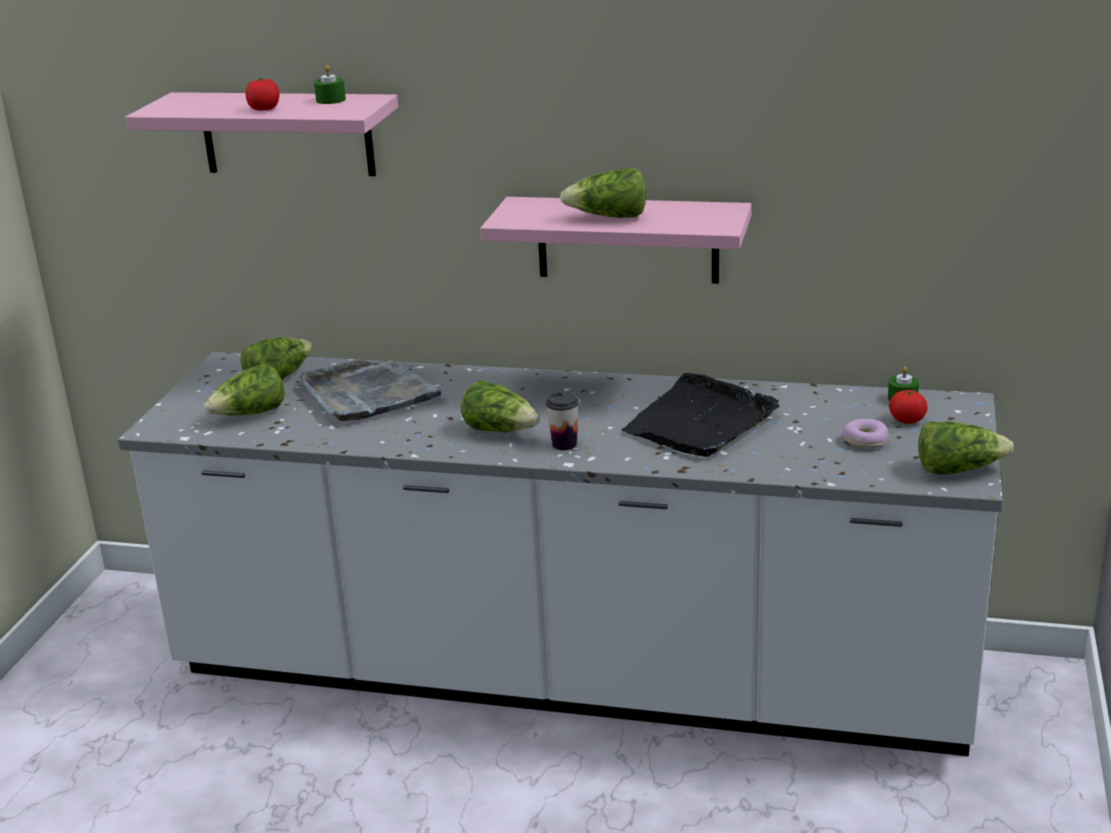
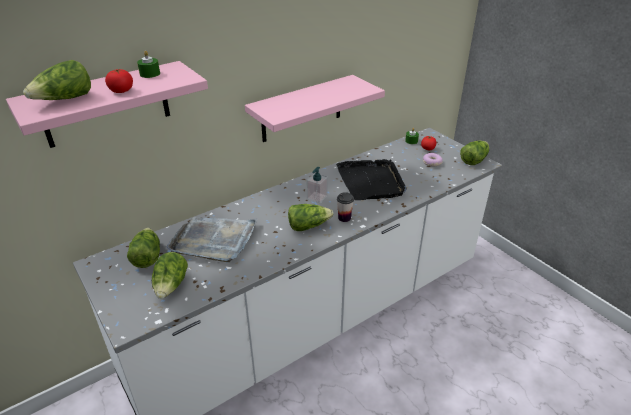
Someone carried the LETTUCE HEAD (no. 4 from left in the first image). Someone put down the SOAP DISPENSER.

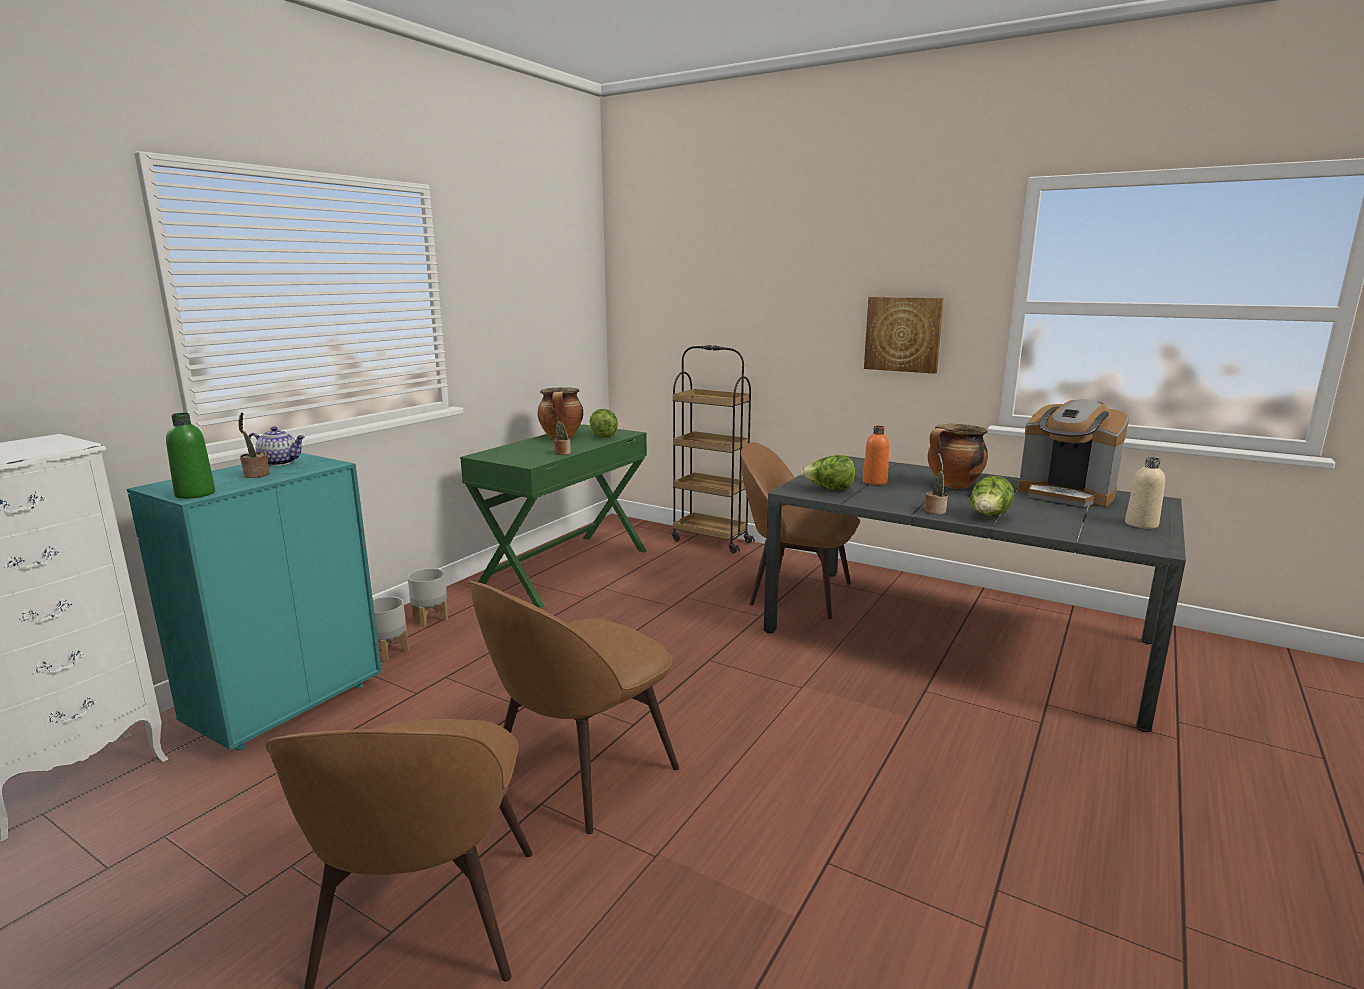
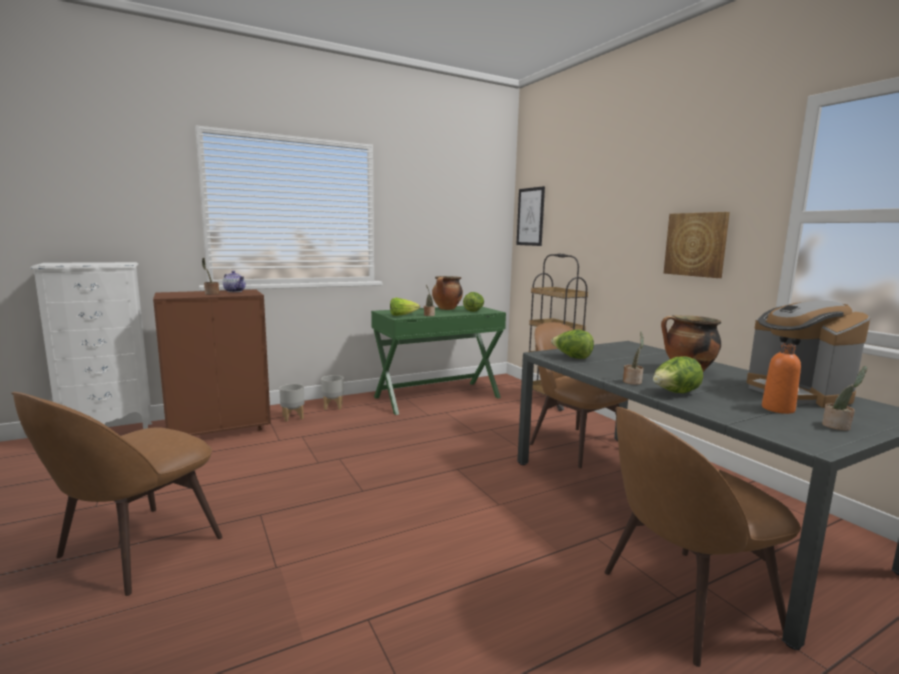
Someone repainted the TURQUOISE STORAGE CABINET, which became the BROWNISH STORAGE CABINET. Someone put down the LETTUCE HEAD (no. 1 from left). Someone put up the PICTURE (no. 1 from left). Someone carried the BROWNISH CHAIR (no. 2 from left in the first image). Someone carried the ORANGEY BEVERAGE BOTTLE. Someone swapped the BEIGE-COLOURED BEVERAGE BOTTLE for the POTTED PLANT (no. 4 from left). Someone took away the GREEN-COLOURED BEVERAGE BOTTLE.

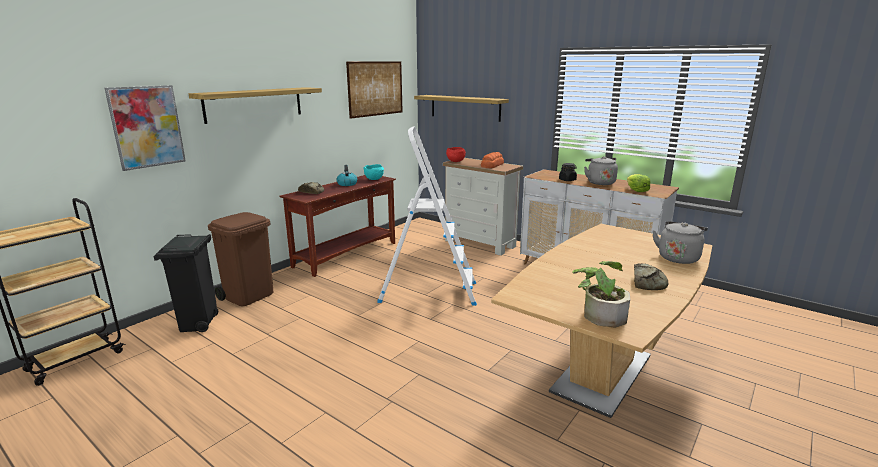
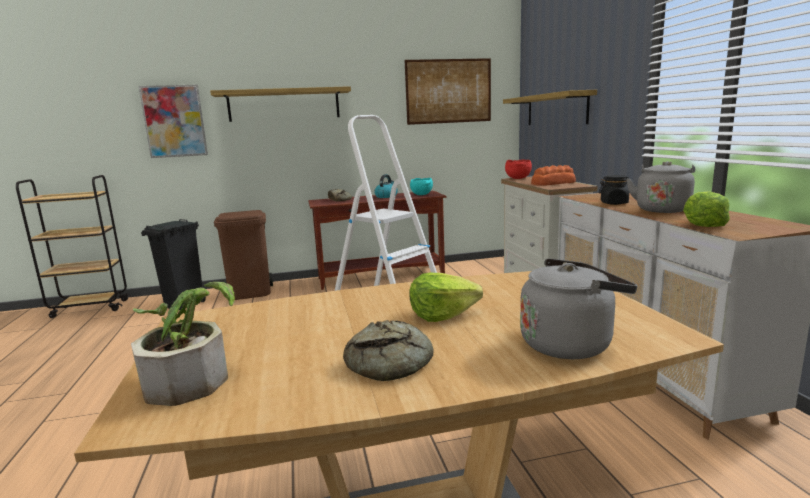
Someone put down the LETTUCE HEAD (no. 1 from left).

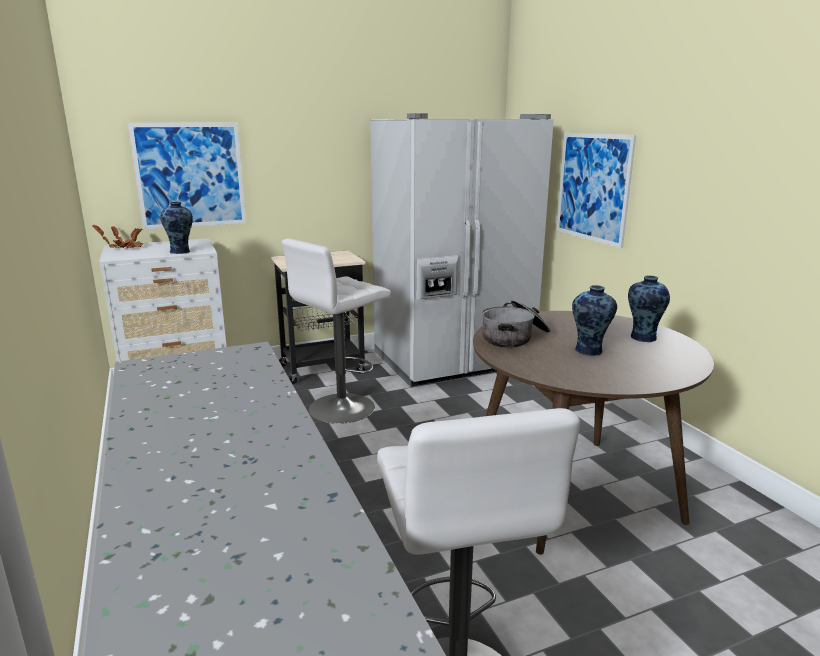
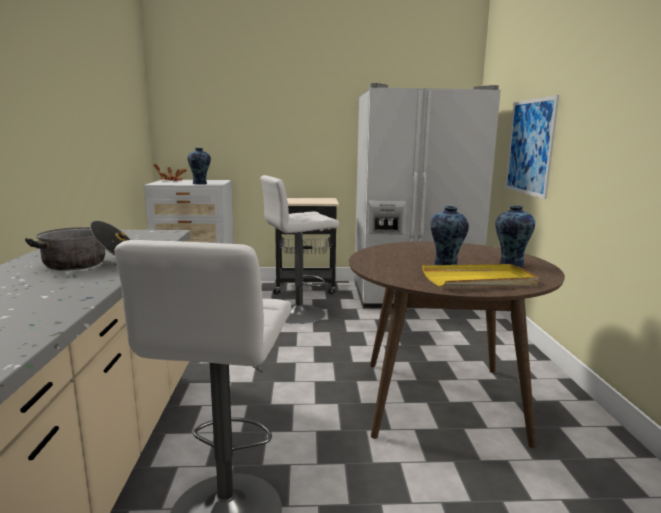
Someone carried the SAUCEPOT. Someone put down the YELLOW-COLOURED CARRYING TRAY. Someone took away the PICTURE (no. 1 from left).

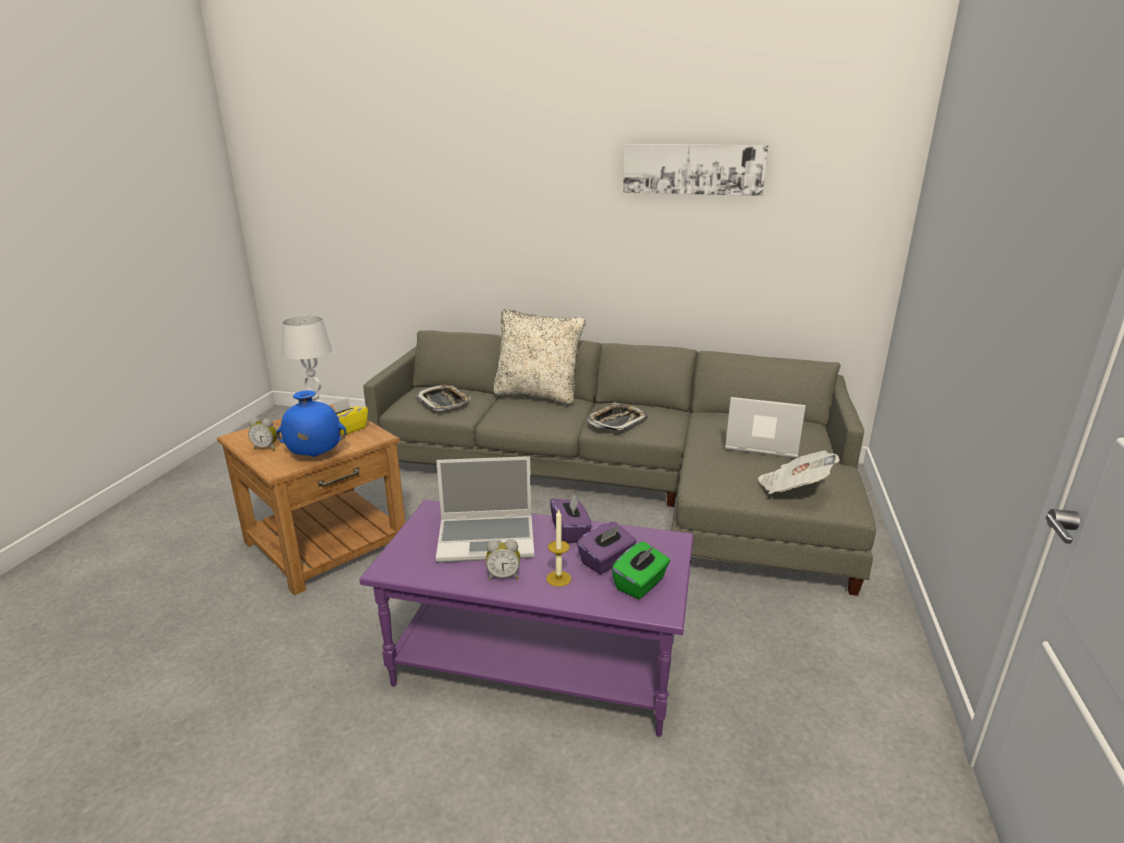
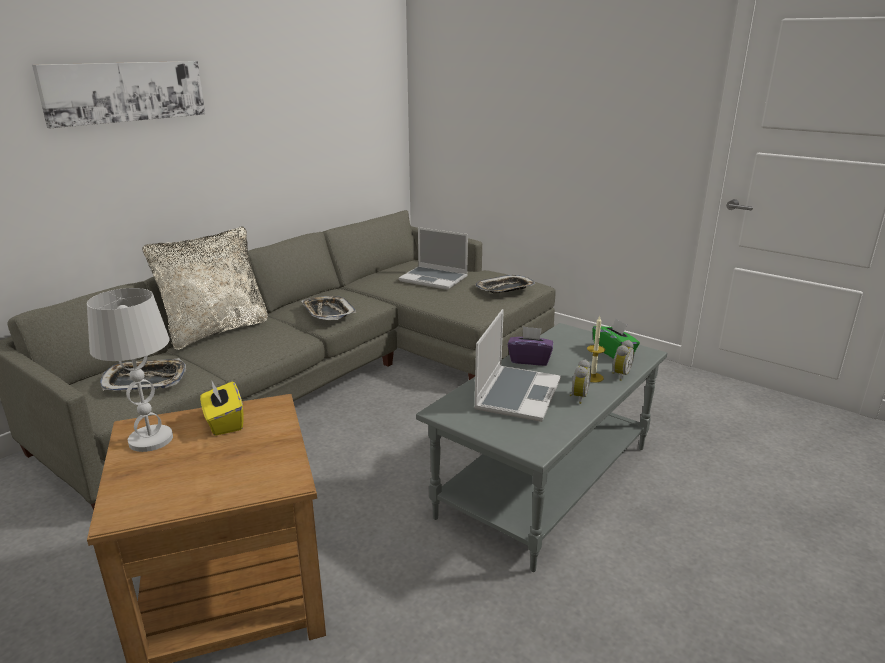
Someone carried the PICTURE. Someone rotated the LAPTOP (no. 2 from left in the first image) by 105 degrees counterclockwise. Someone repainted the PURPLE-COLOURED LOUNGE TABLE, which became the GRAY LOUNGE TABLE. Someone swapped the DAILY PAPER for the CARRYING TRAY (no. 3 from left). Someone carried the ALARM CLOCK (no. 1 from left in the first image). Someone took away the BLUE DECORATIVE VASE. Someone took away the PURPLE-COLOURED TISSUE HOLDER (no. 2 from left).

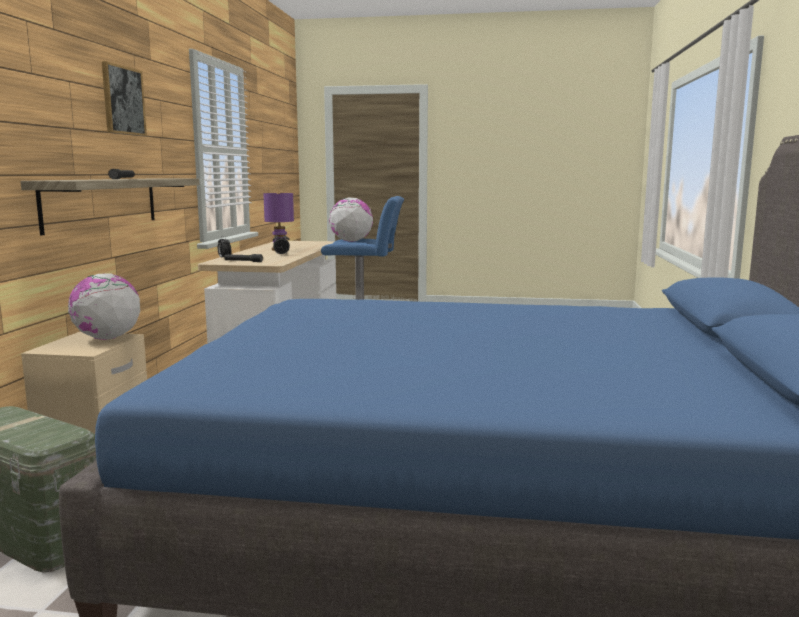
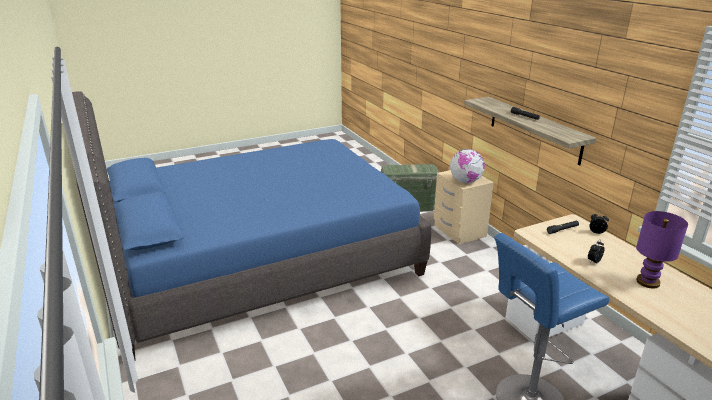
Someone took away the PICTURE. Someone took away the GLOBE (no. 2 from left).

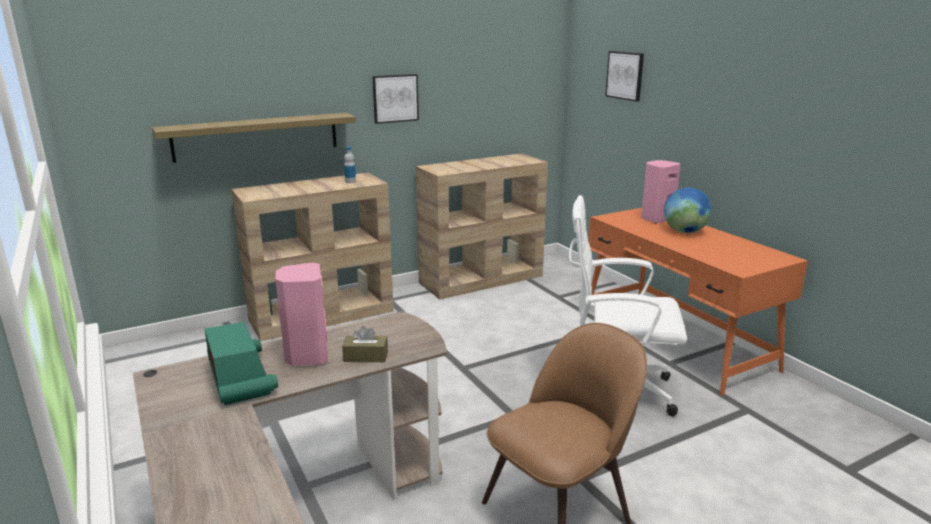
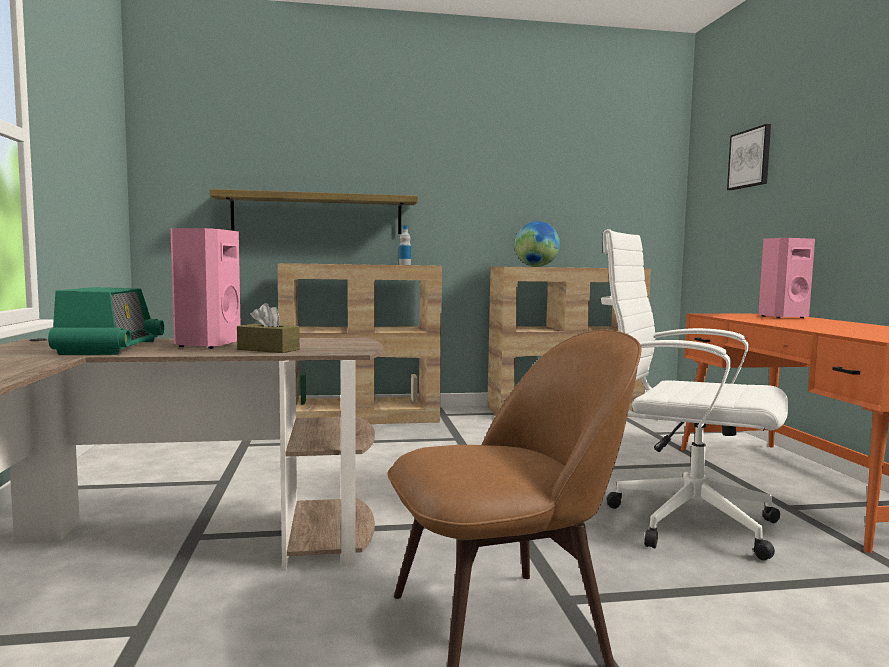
Someone carried the GLOBE. Someone took away the PICTURE (no. 1 from left).

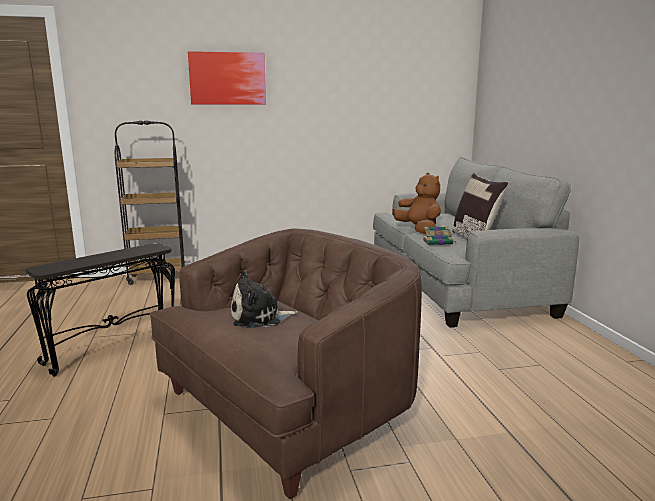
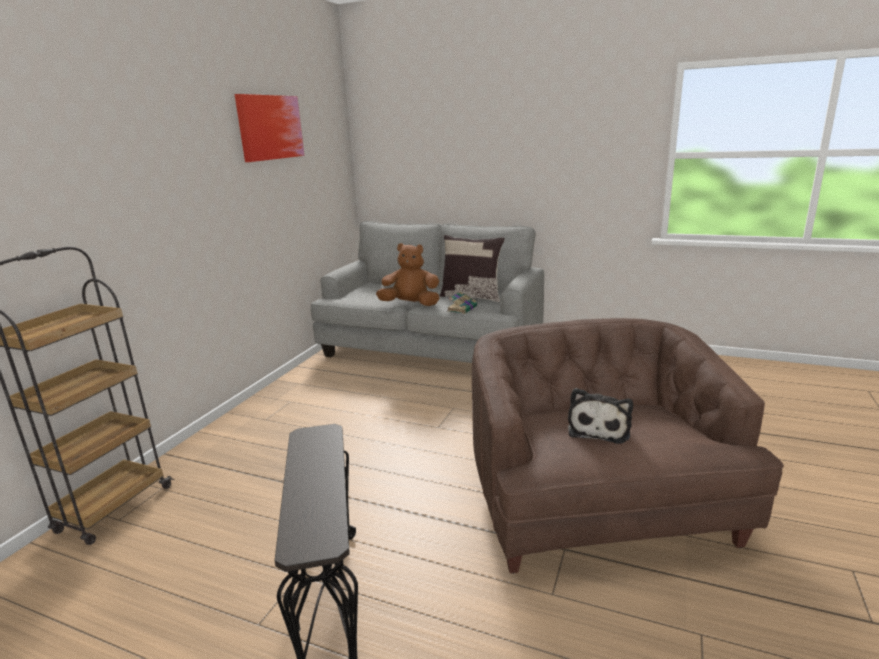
Someone carried the PICTURE.

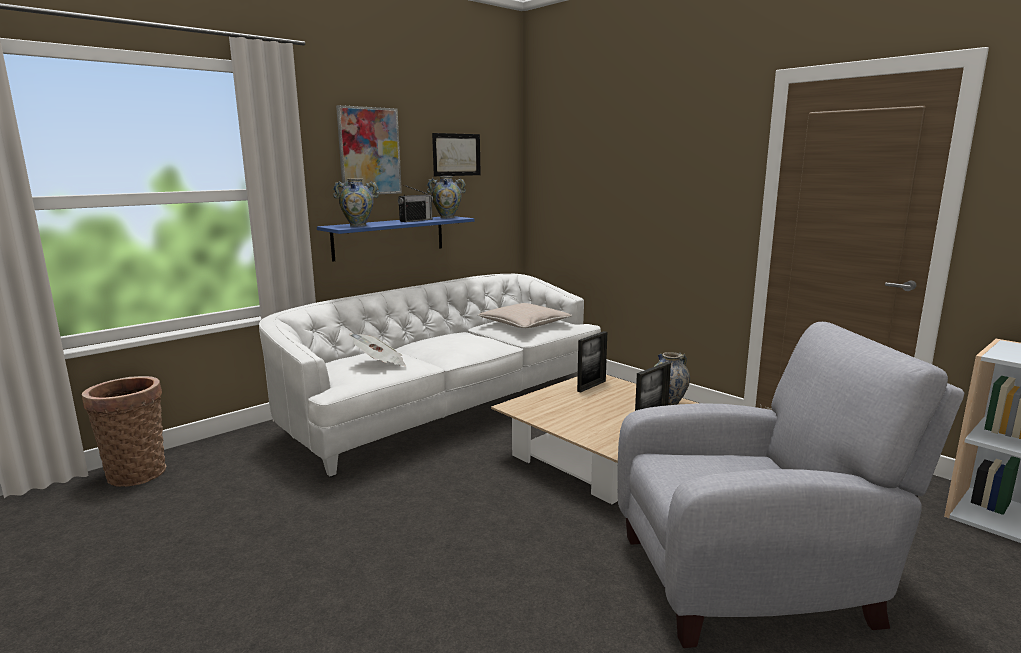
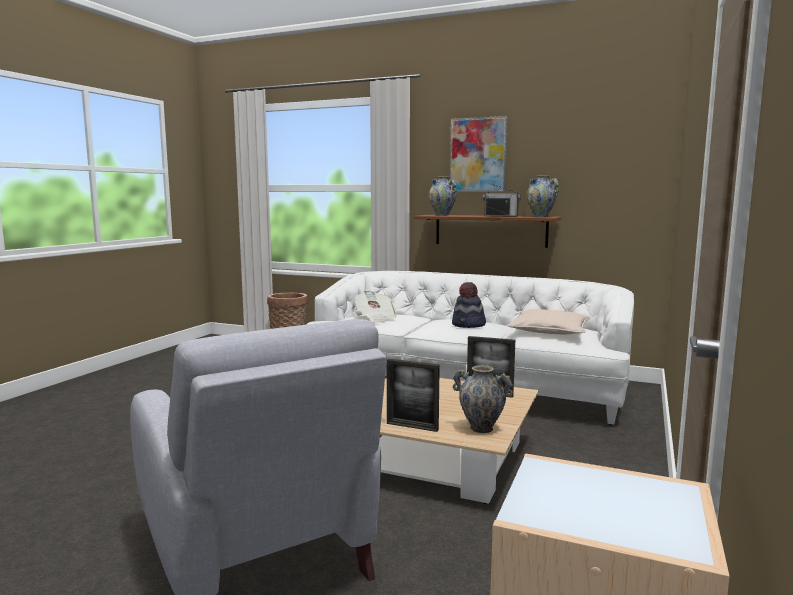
Someone repainted the BLUE SHELF, which became the BROWNISH SHELF. Someone put down the WEARABLE HAT. Someone took away the PICTURE (no. 2 from left).

